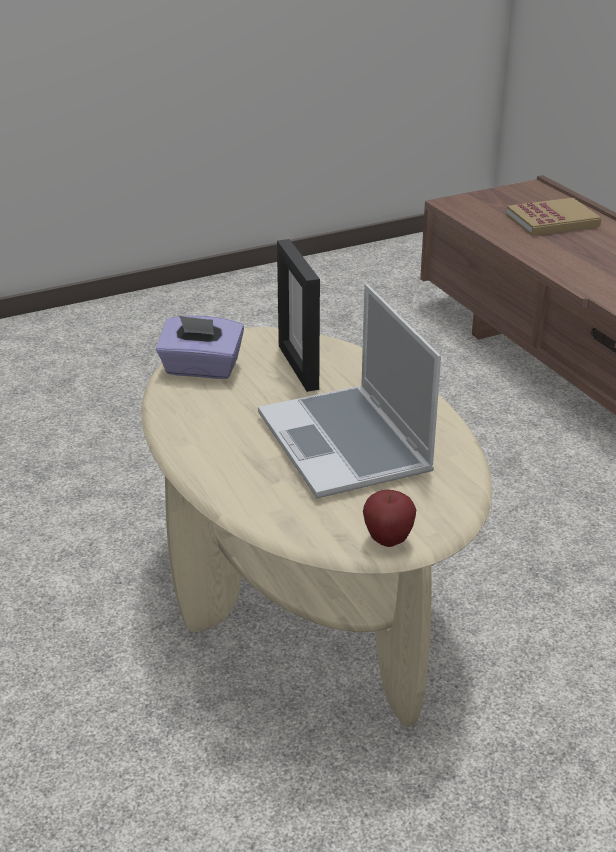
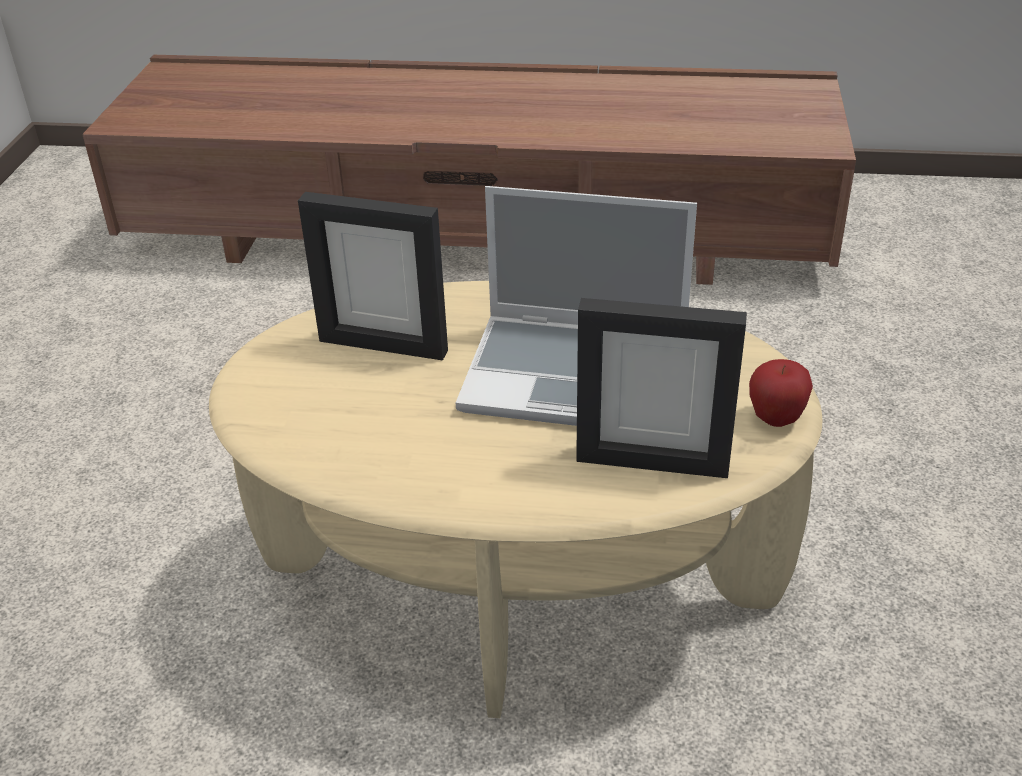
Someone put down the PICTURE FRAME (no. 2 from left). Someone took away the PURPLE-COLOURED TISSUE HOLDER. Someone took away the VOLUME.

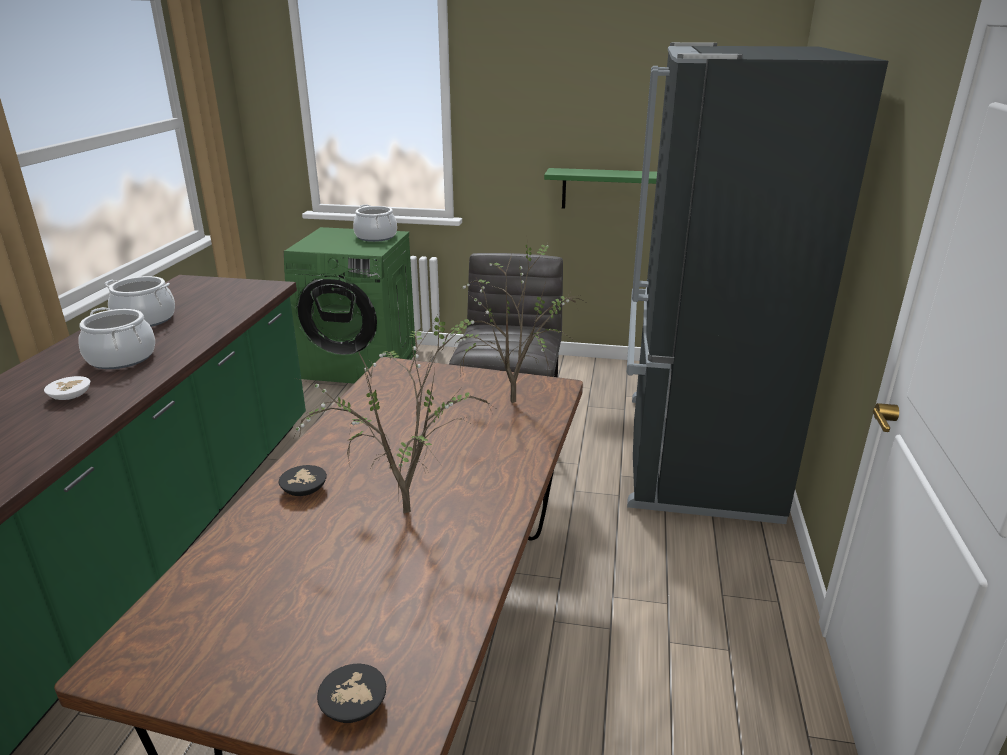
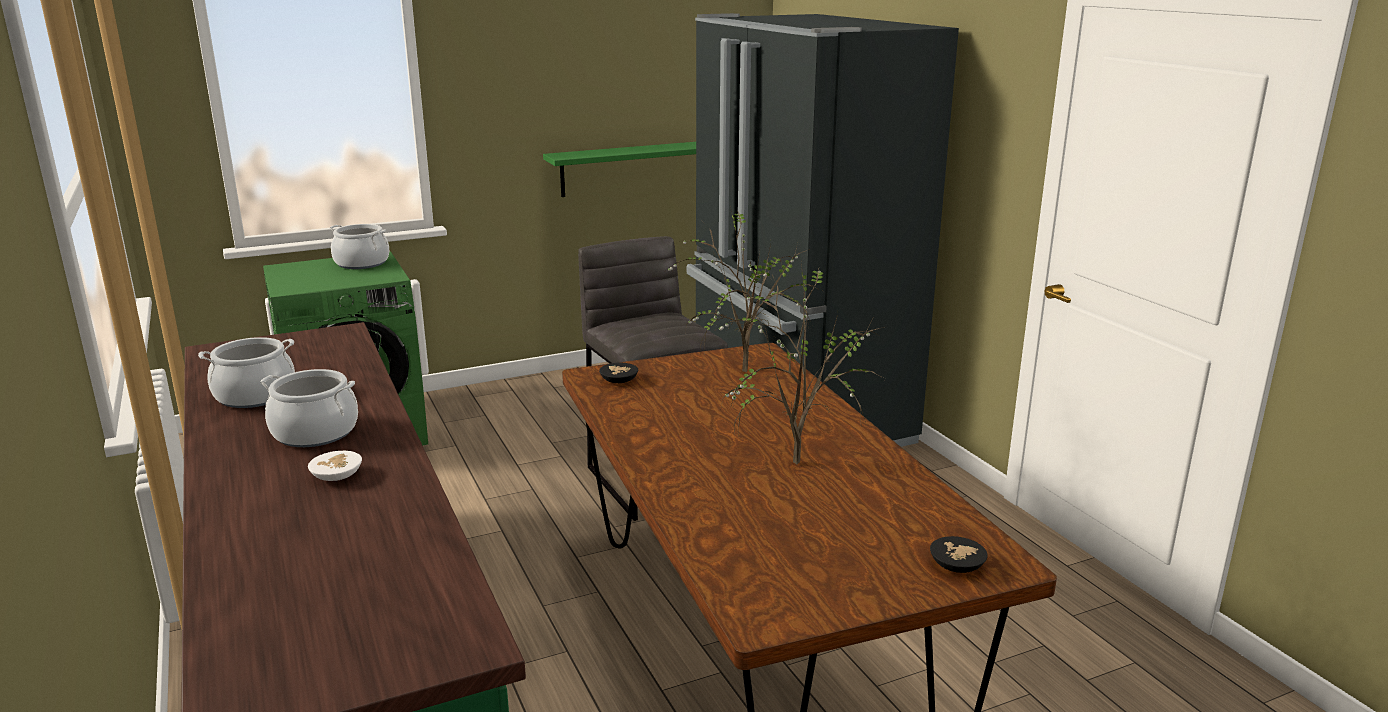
Someone carried the BLACKISH BOWL (no. 1 from left).

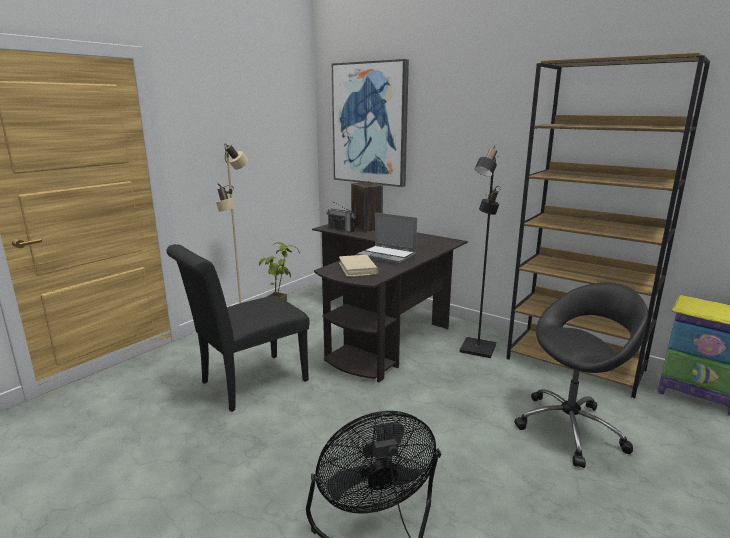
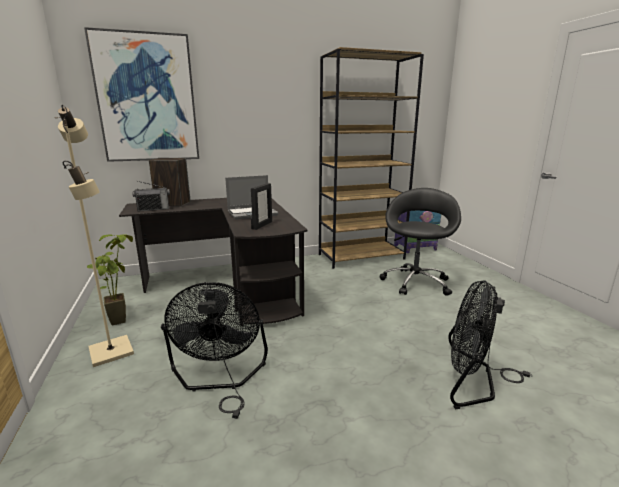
Someone swapped the BLACKISH CHAIR for the BLACKISH COOLING FAN (no. 1 from left). Someone swapped the BEIGE-COLOURED VOLUME for the PICTURE FRAME. Someone took away the BLACKISH STANDING LAMP.

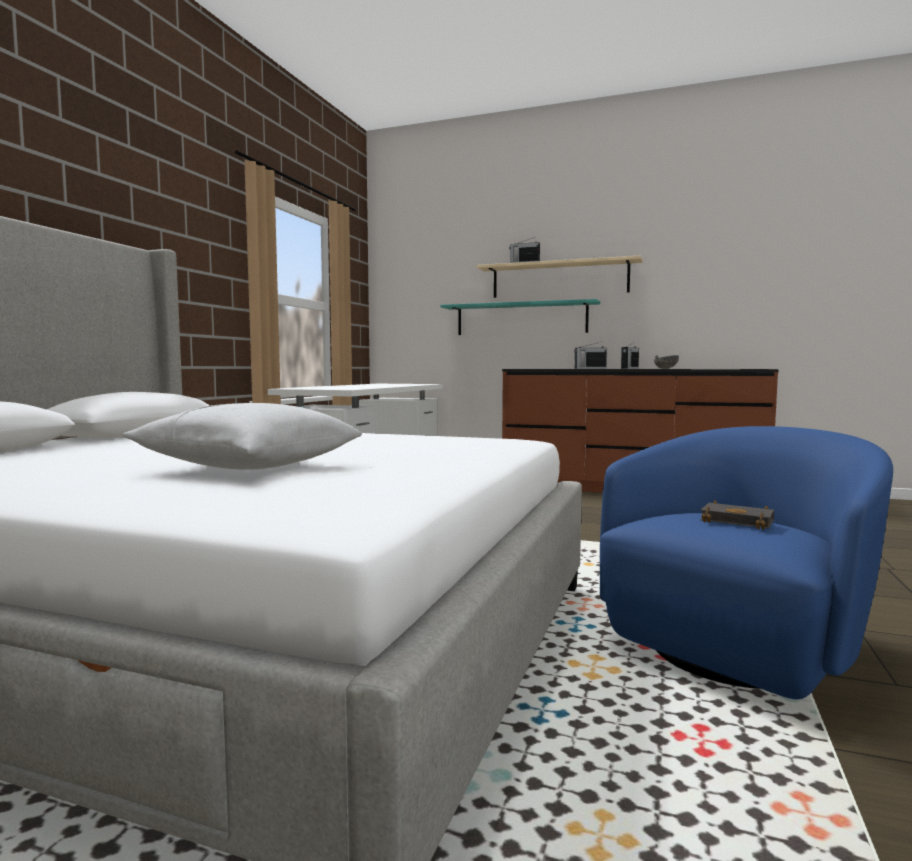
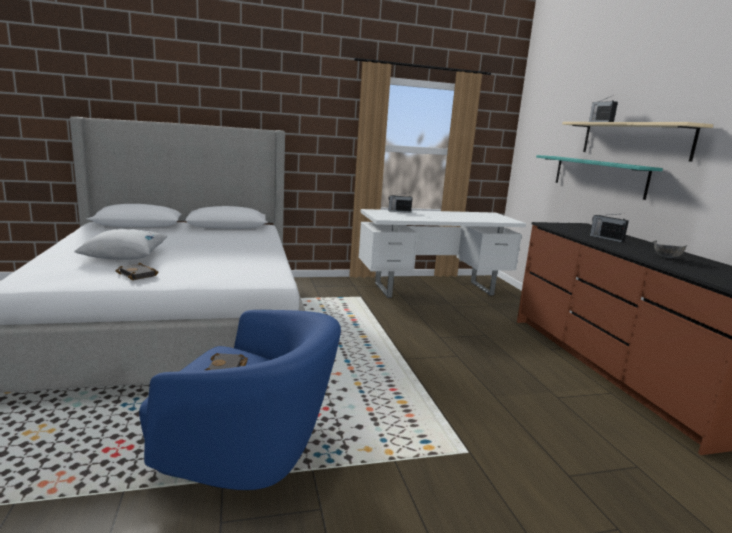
Someone put down the BLACKISH VOLUME (no. 1 from left). Someone carried the RADIO RECEIVER (no. 3 from left in the first image).

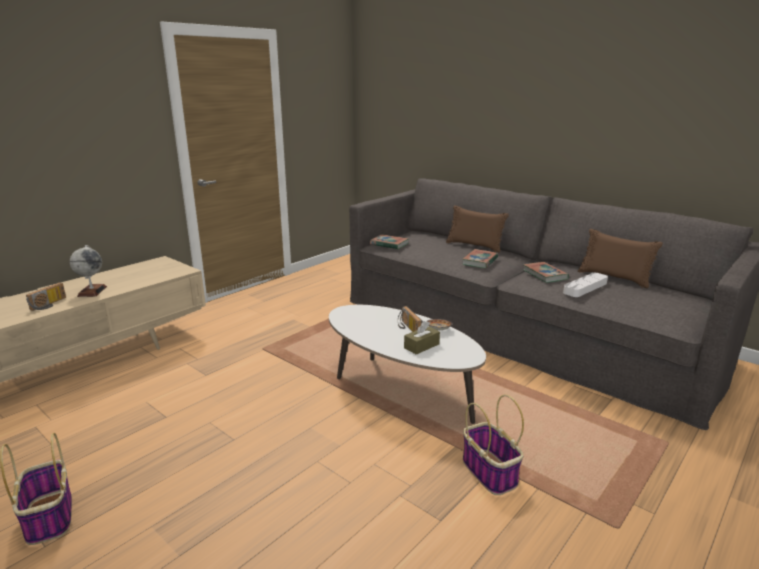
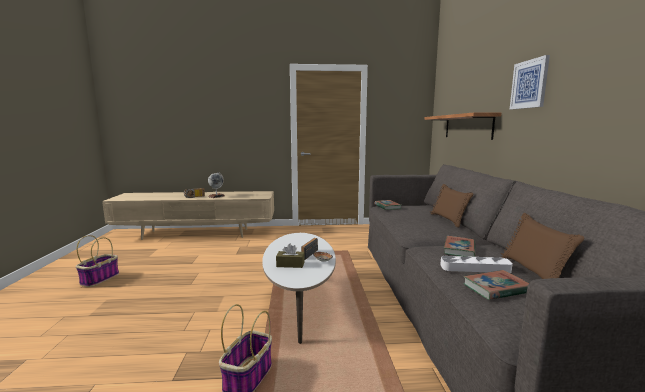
Someone put up the SHELF. Someone carried the VOLUME (no. 2 from left in the first image). Someone put up the PICTURE.

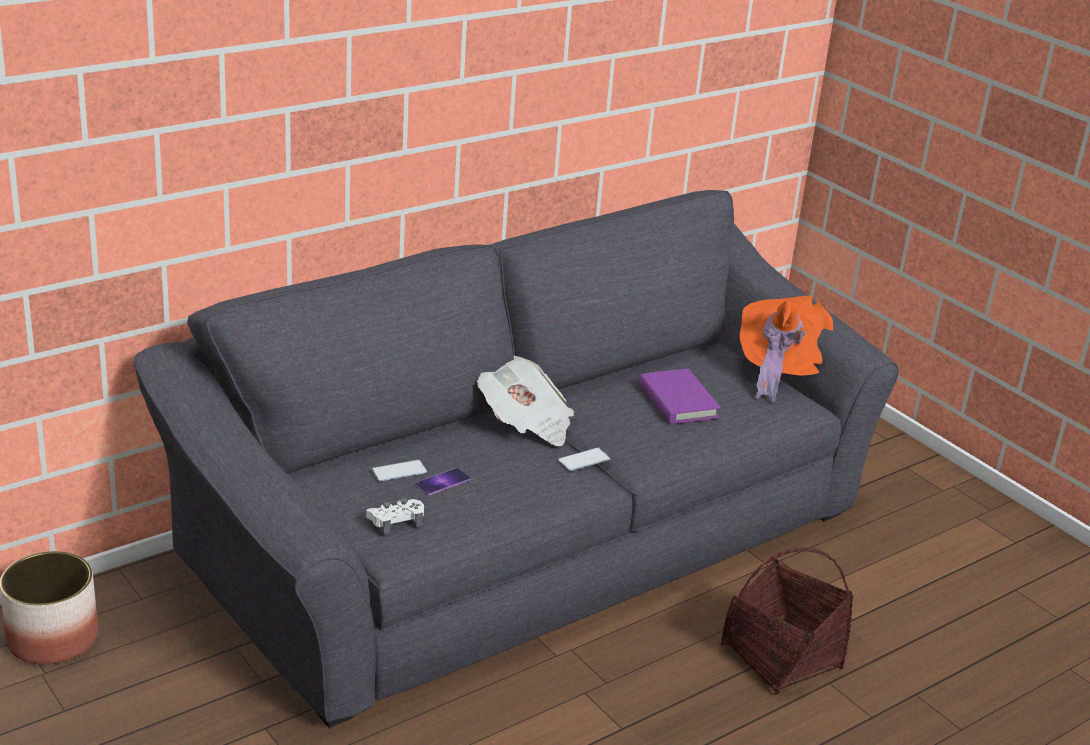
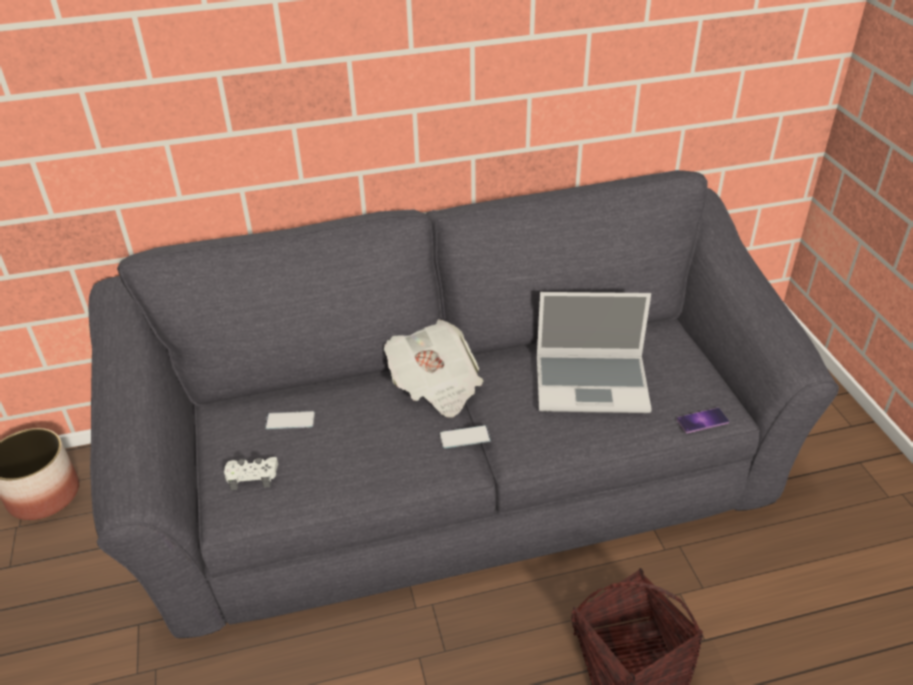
Someone swapped the PURPLE-COLOURED VOLUME for the LAPTOP. Someone carried the TELEPHONE (no. 2 from left in the first image). Someone took away the ORANGEY WEARABLE HAT.

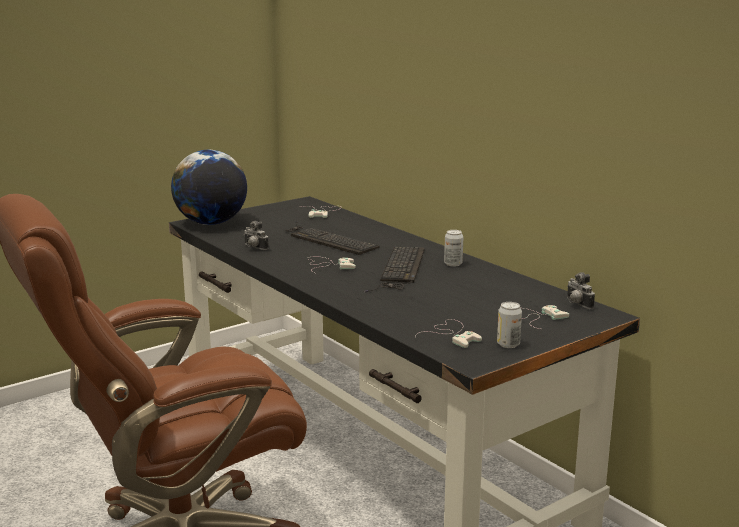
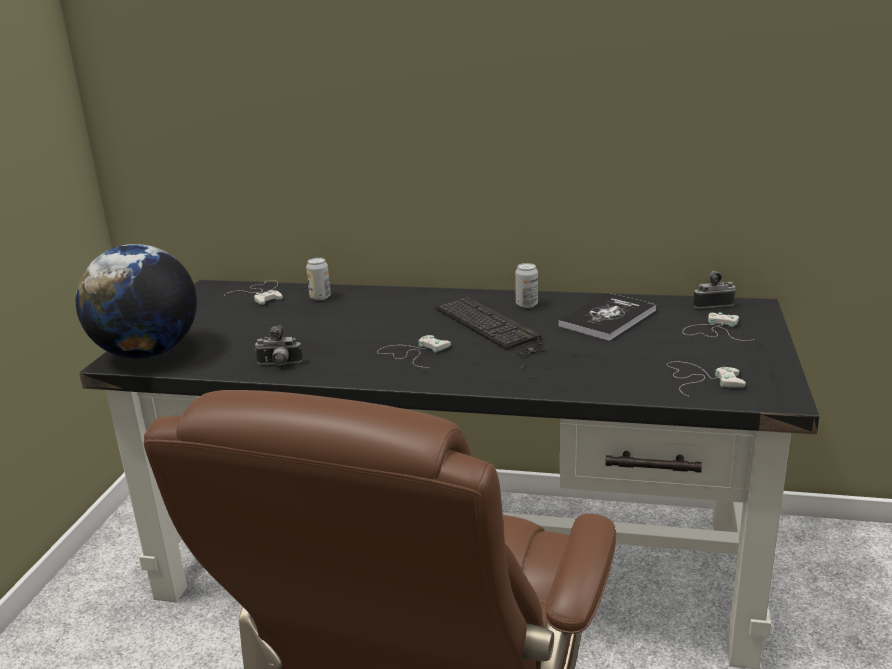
Someone carried the METAL CAN (no. 2 from left in the first image). Someone put down the VOLUME. Someone rotated the STILL CAMERA (no. 2 from left) by 150 degrees clockwise. Someone took away the PC KEYBOARD (no. 1 from left).

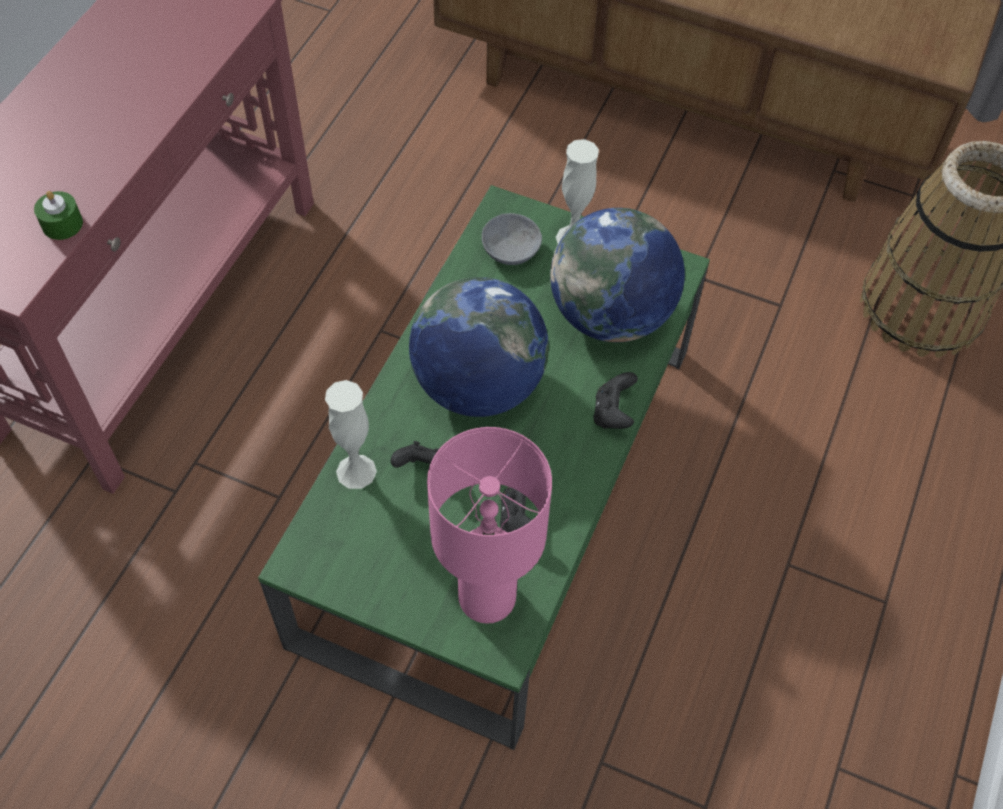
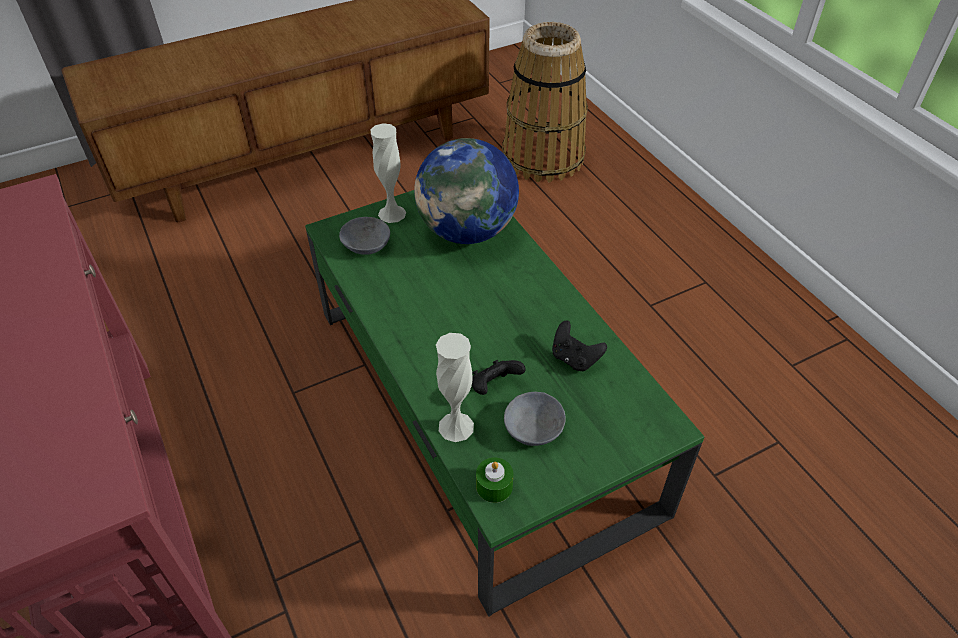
Someone carried the GREEN-COLOURED WAX LIGHT. Someone put down the GRAY BOWL (no. 2 from left). Someone took away the GLOBE (no. 1 from left). Someone took away the PINK TABLE LAMP. Someone took away the BLACKISH JOYPAD (no. 3 from left).

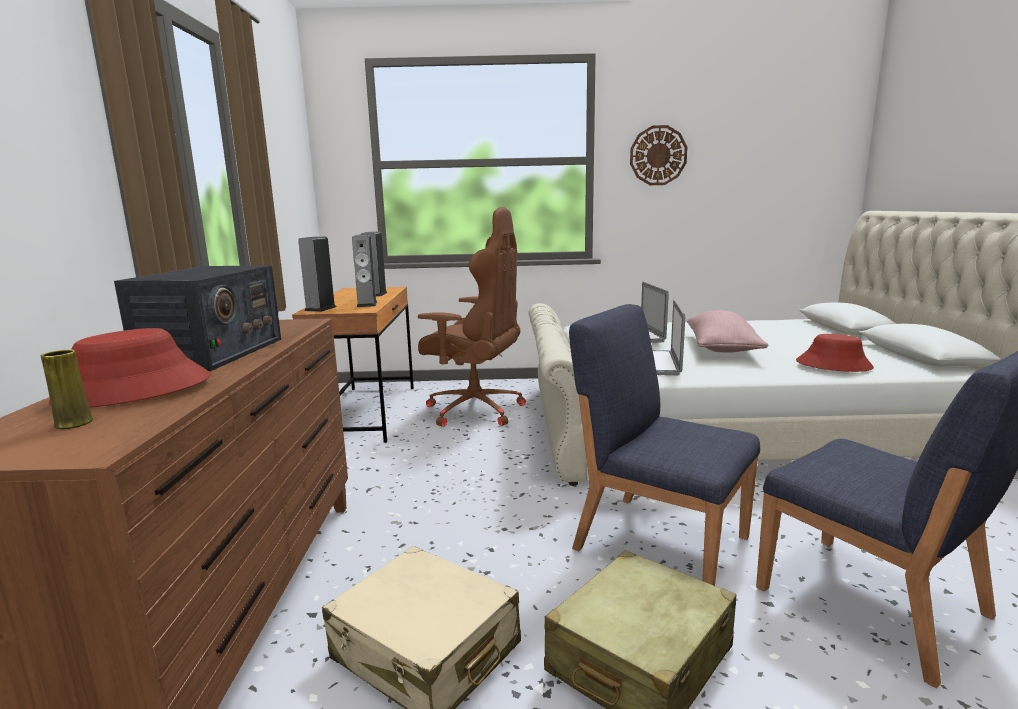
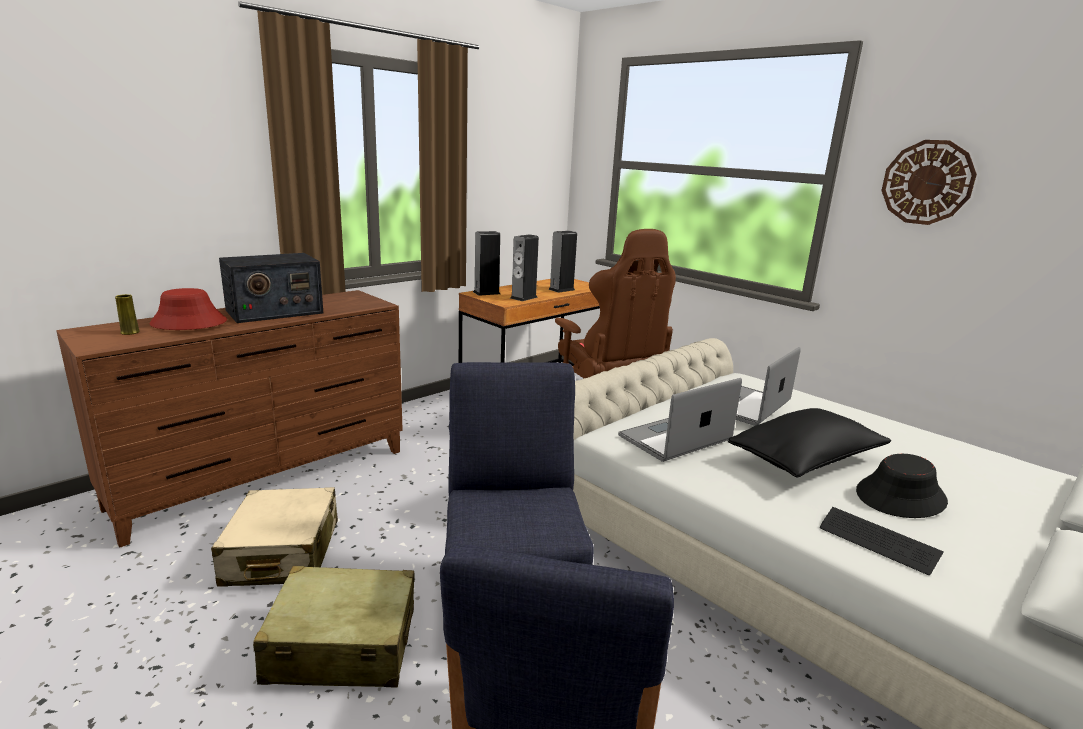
Someone repainted the PINK THROW PILLOW, which became the BLACKISH THROW PILLOW. Someone swapped the RED-COLOURED WEARABLE HAT (no. 2 from left) for the PC KEYBOARD. Someone put down the BLACKISH WEARABLE HAT.

